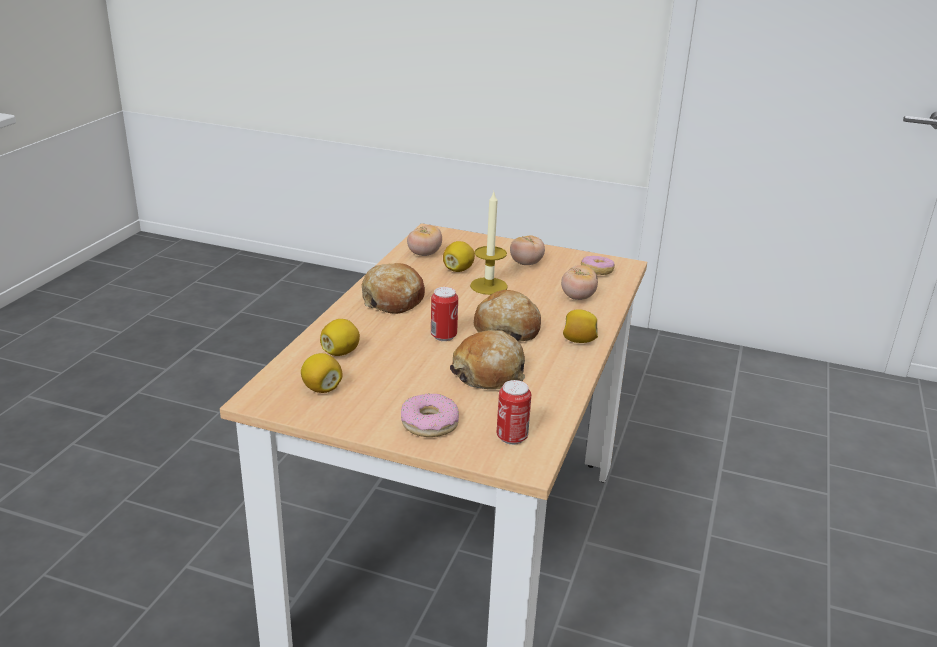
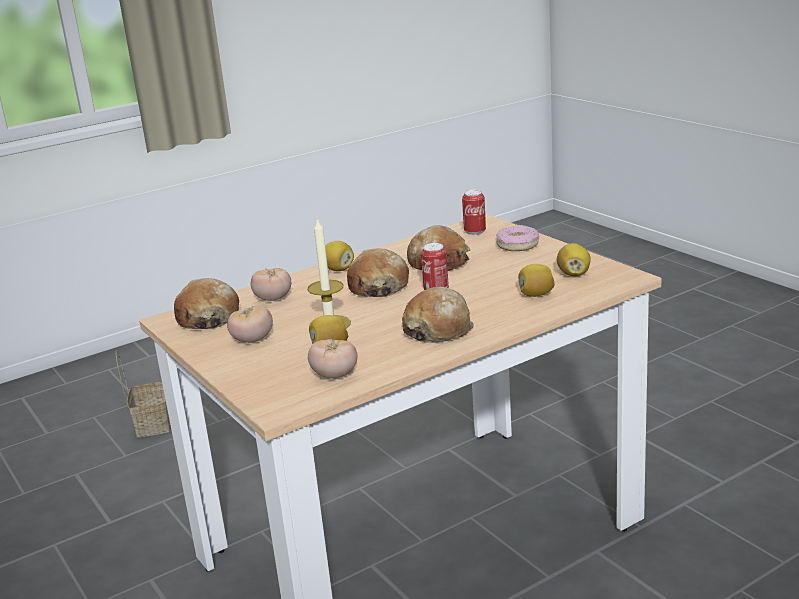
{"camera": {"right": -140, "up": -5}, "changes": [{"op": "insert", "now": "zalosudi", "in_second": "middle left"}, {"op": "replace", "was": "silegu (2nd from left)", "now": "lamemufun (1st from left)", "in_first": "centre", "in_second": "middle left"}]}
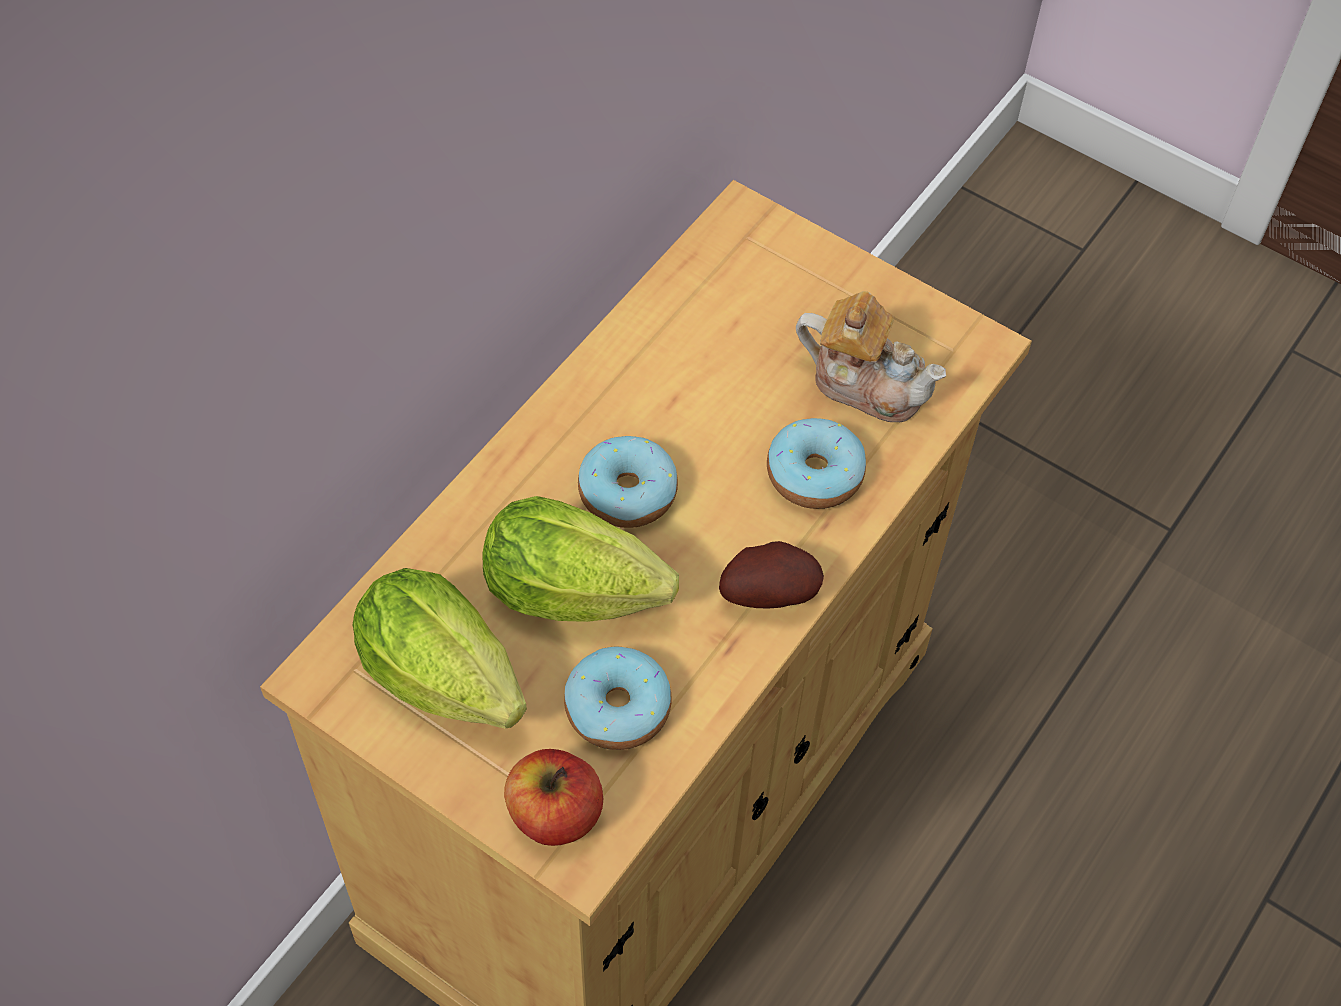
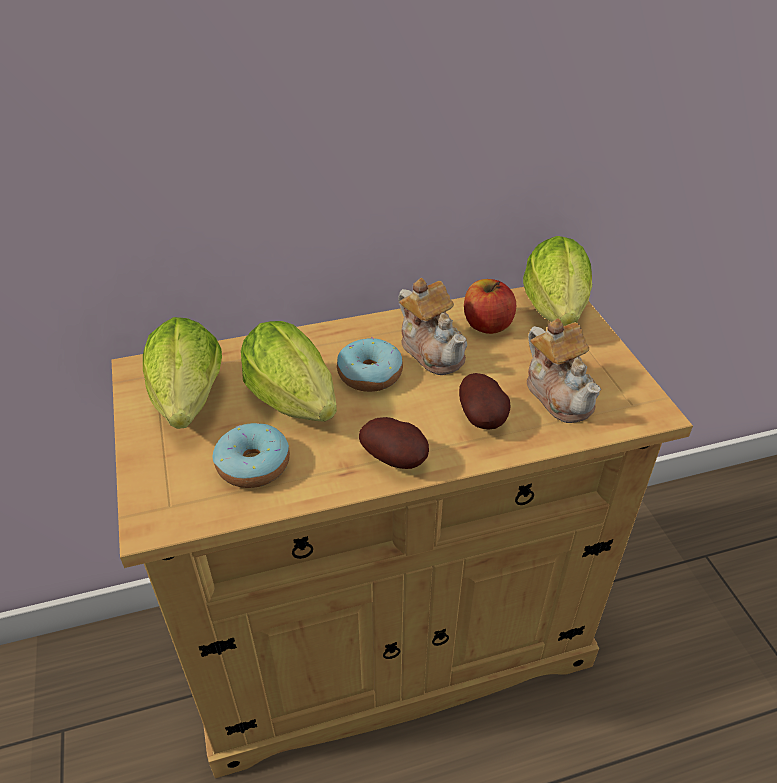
{"camera": {"right": 40, "up": -15}, "changes": [{"op": "insert", "now": "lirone (1st from left)", "in_second": "centre"}, {"op": "insert", "now": "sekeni (3rd from left)", "in_second": "middle right"}, {"op": "move", "was": "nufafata", "in_first": "bottom centre", "in_second": "centre"}, {"op": "replace", "was": "silegu (3rd from left)", "now": "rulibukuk (2nd from left)", "in_first": "centre", "in_second": "centre"}]}
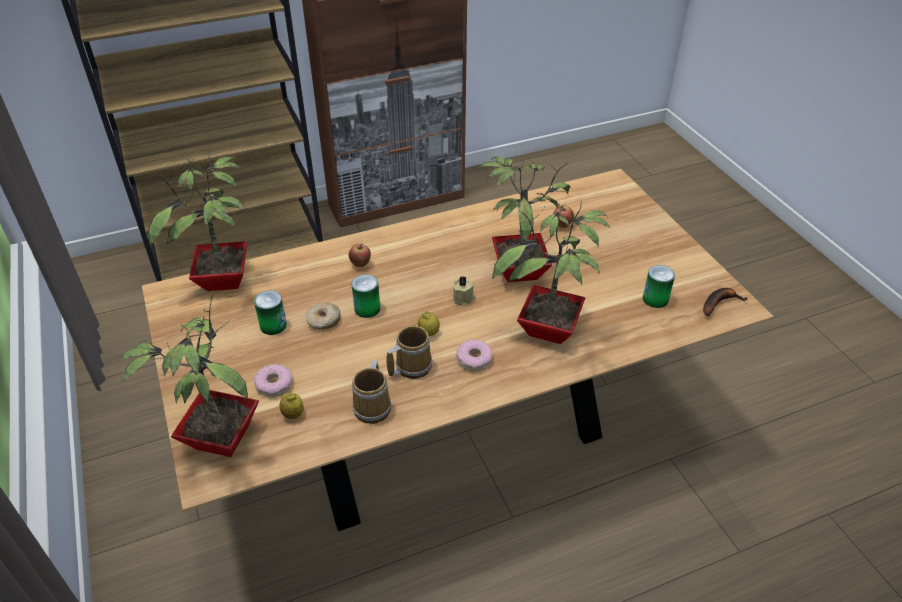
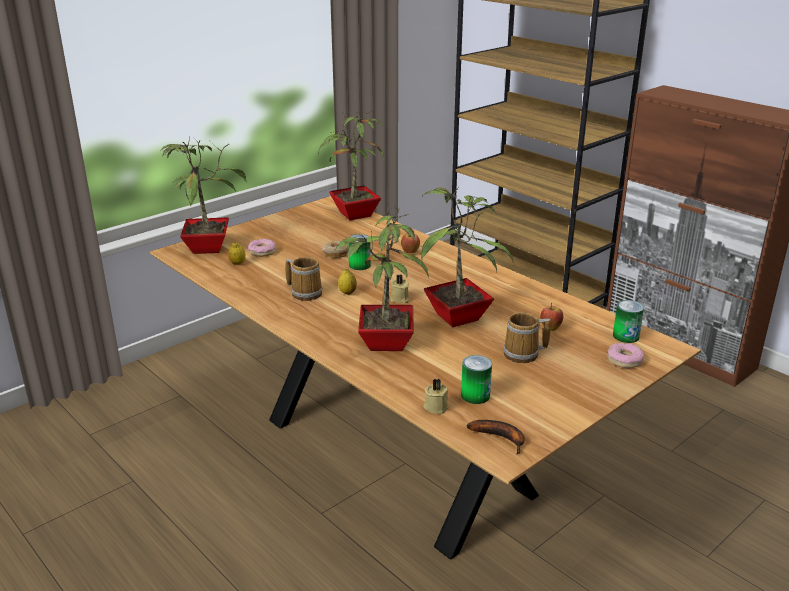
{"camera": {"right": 70, "up": -15}, "changes": [{"op": "insert", "now": "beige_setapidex (2nd from left)", "in_second": "bottom centre"}, {"op": "move", "was": "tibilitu (1st from left in the first image)", "now": "tibilitu (3rd from left)", "in_first": "middle left", "in_second": "middle right"}, {"op": "move", "was": "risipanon (1st from left in the first image)", "now": "risipanon (2nd from left)", "in_first": "centre", "in_second": "middle right"}, {"op": "move", "was": "silegu (3rd from left)", "in_first": "centre", "in_second": "middle right"}]}
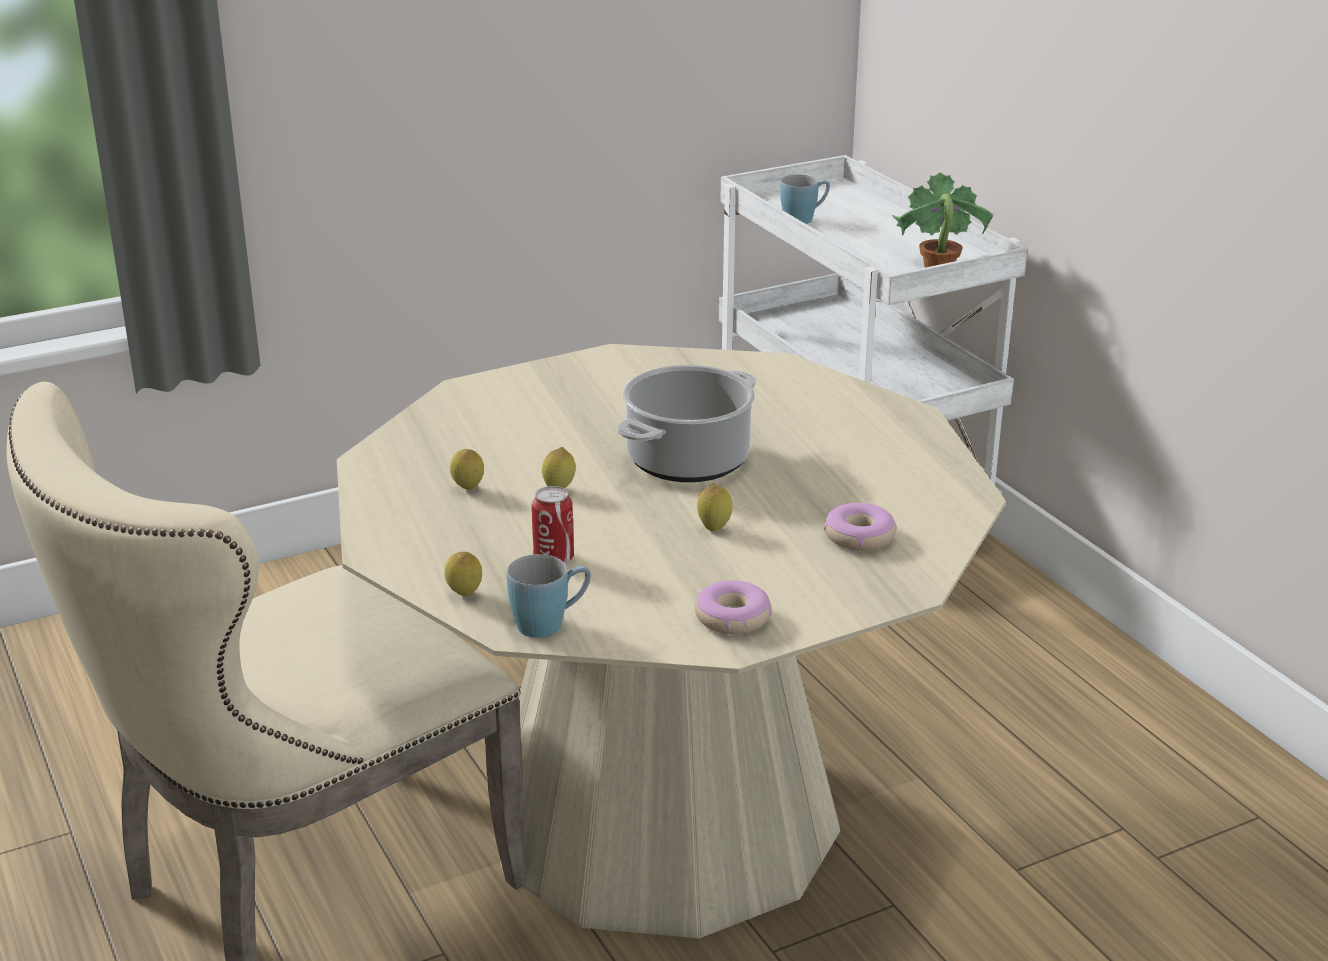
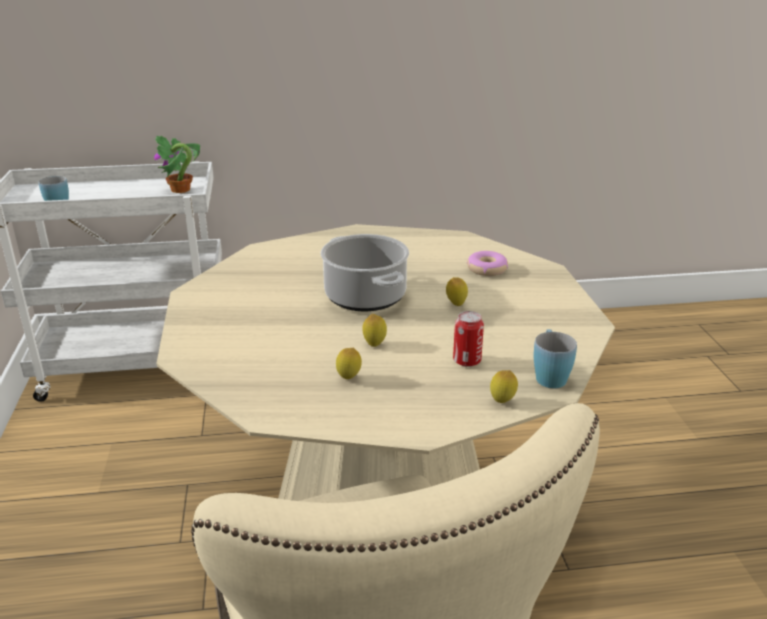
{"camera": {"right": -70, "up": 0}, "changes": [{"op": "delete", "was": "silegu (1st from left)", "in_first": "centre"}]}
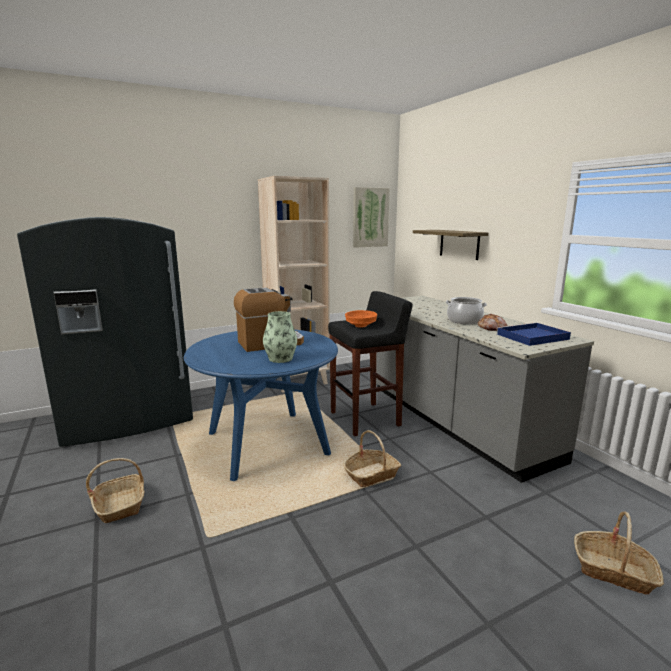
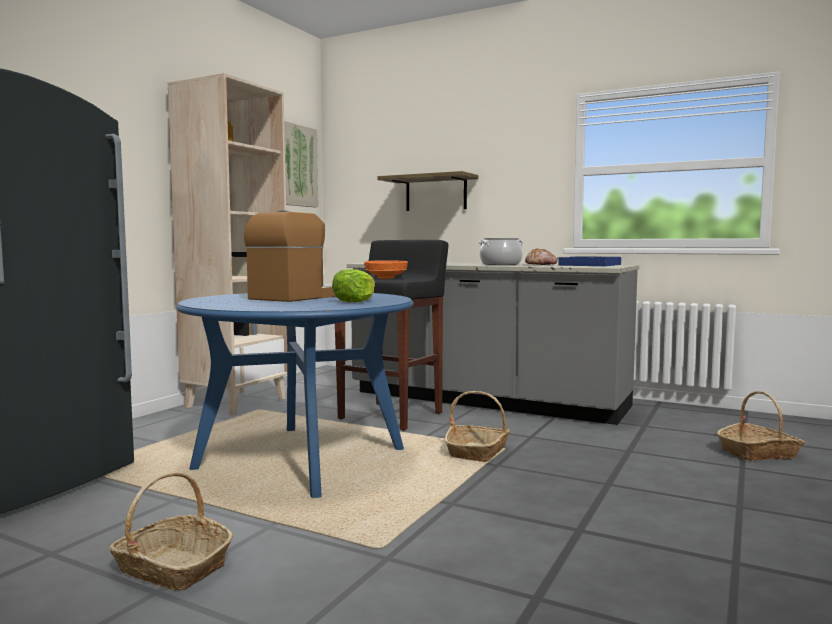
{"camera": {"right": -35, "up": -10}, "changes": [{"op": "replace", "was": "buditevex", "now": "sekeni", "in_first": "centre", "in_second": "centre"}]}
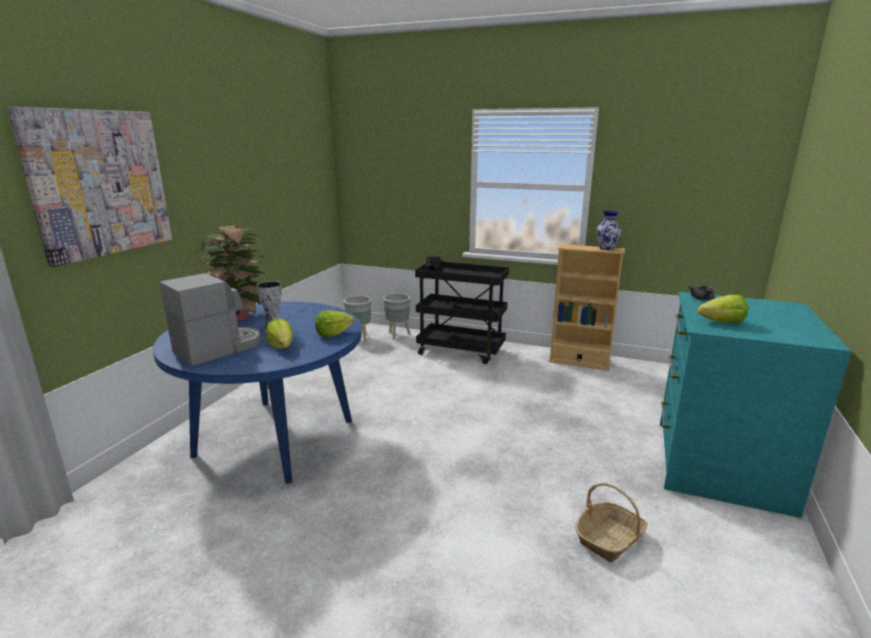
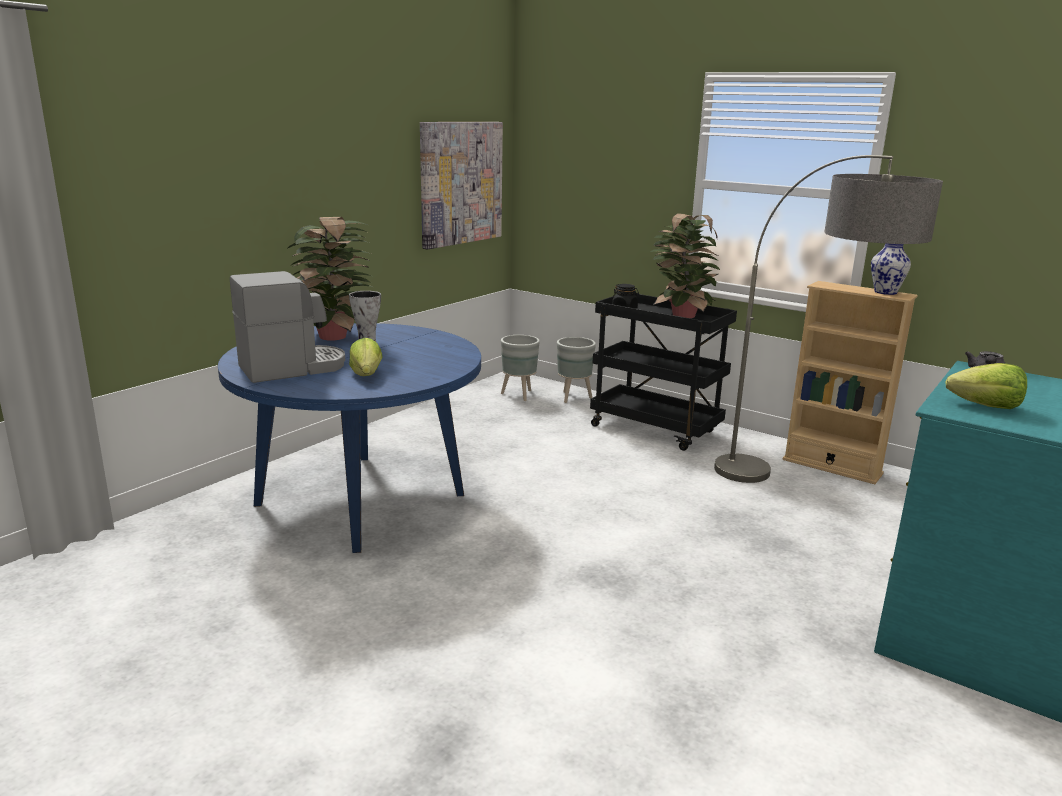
{"camera": {"right": 15, "up": 0}, "changes": [{"op": "delete", "was": "sekeni (2nd from left)", "in_first": "centre"}, {"op": "delete", "was": "zalosudi", "in_first": "bottom right"}, {"op": "insert", "now": "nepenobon (2nd from left)", "in_second": "top centre"}, {"op": "insert", "now": "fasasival", "in_second": "middle right"}, {"op": "move", "was": "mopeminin", "in_first": "top left", "in_second": "top centre"}]}
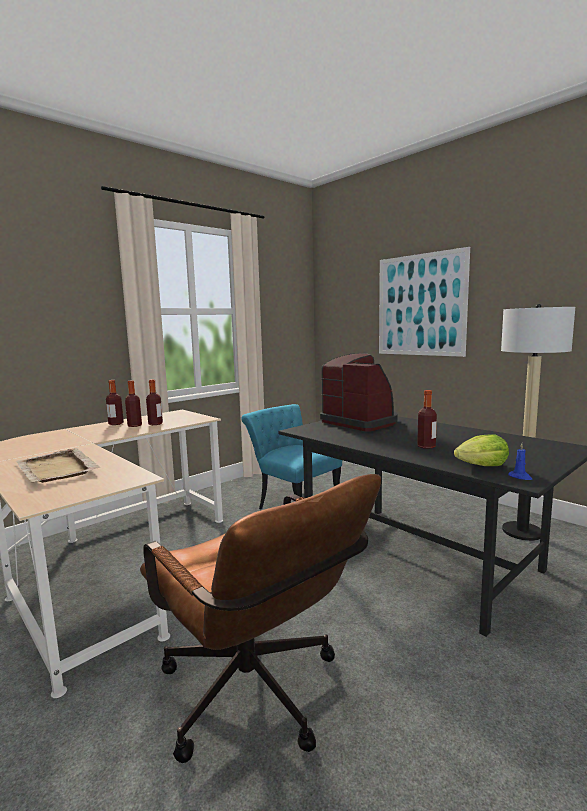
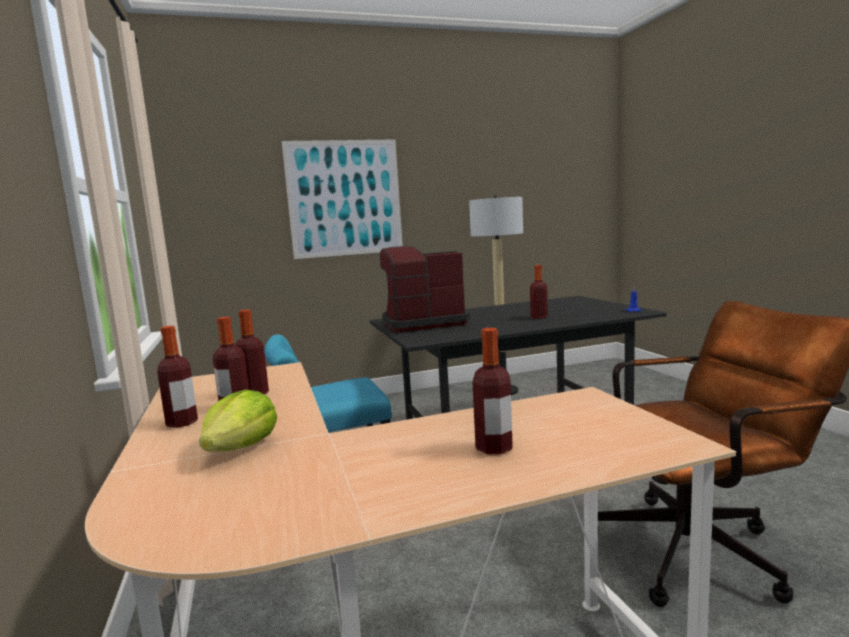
{"camera": {"right": -65, "up": 0}, "changes": [{"op": "move", "was": "sekeni", "in_first": "middle right", "in_second": "middle left"}, {"op": "replace", "was": "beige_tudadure", "now": "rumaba (4th from left)", "in_first": "middle left", "in_second": "centre"}]}
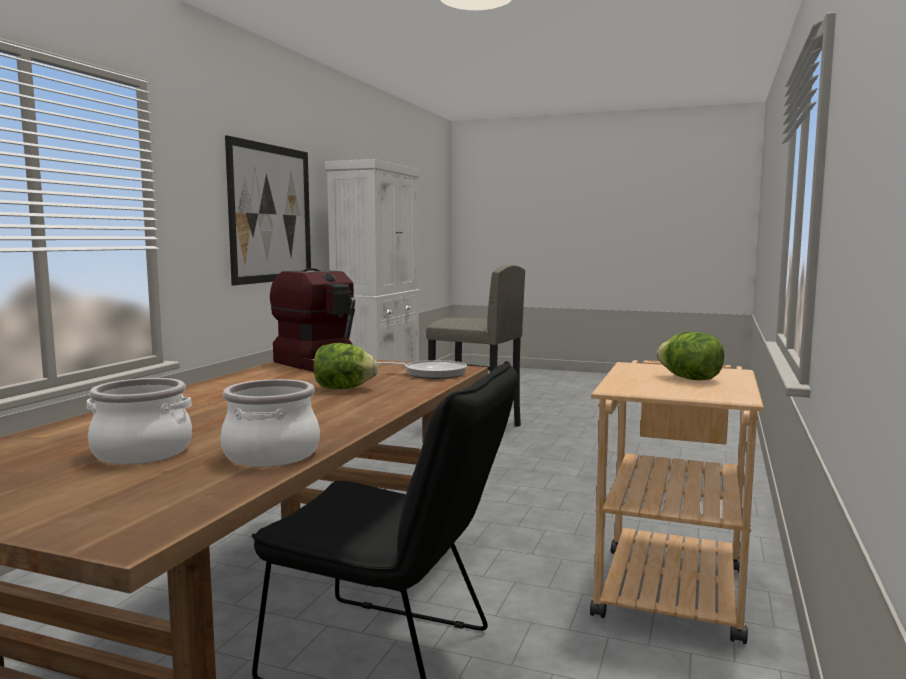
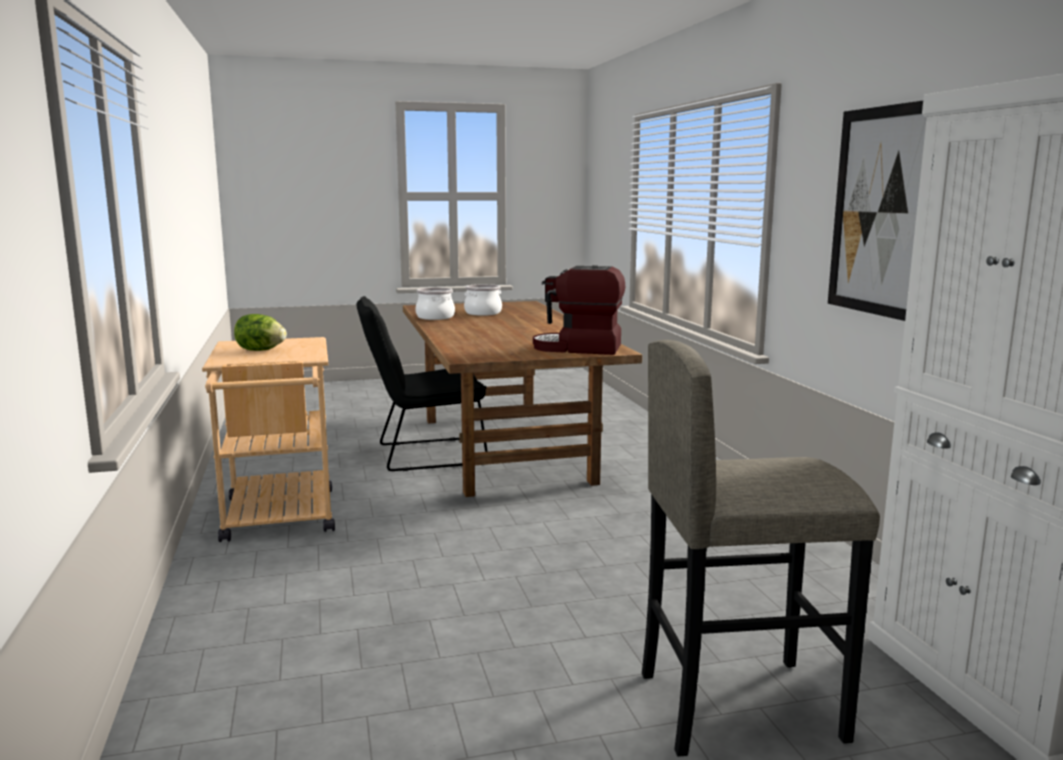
{"camera": {"right": 145, "up": 5}, "changes": [{"op": "delete", "was": "sekeni (1st from left)", "in_first": "centre"}, {"op": "delete", "was": "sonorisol", "in_first": "centre"}]}
